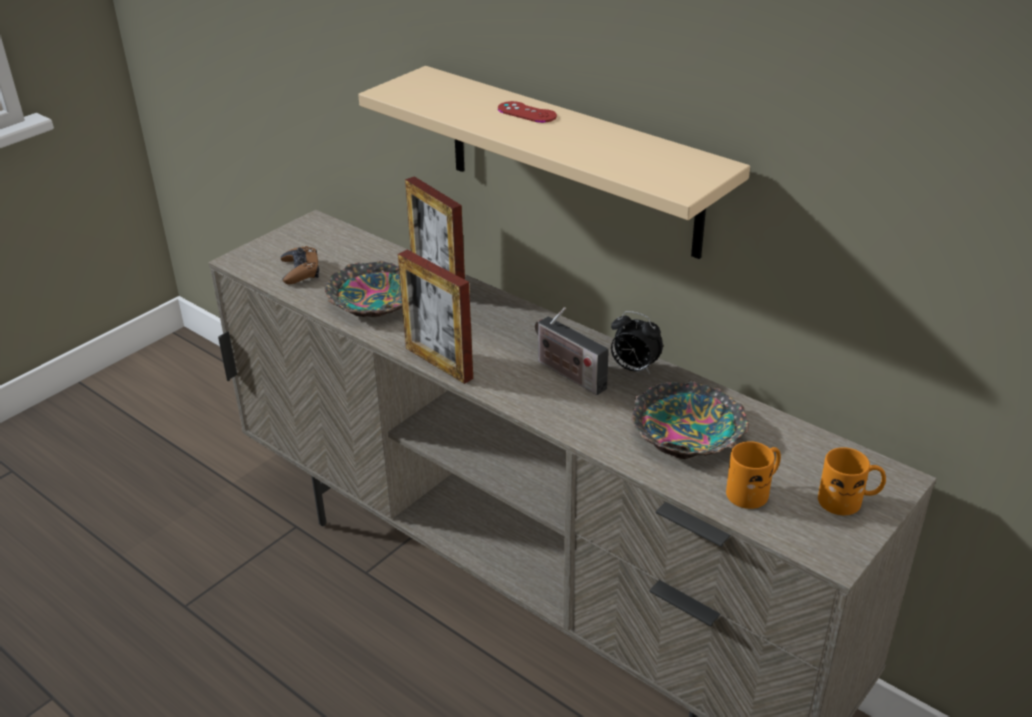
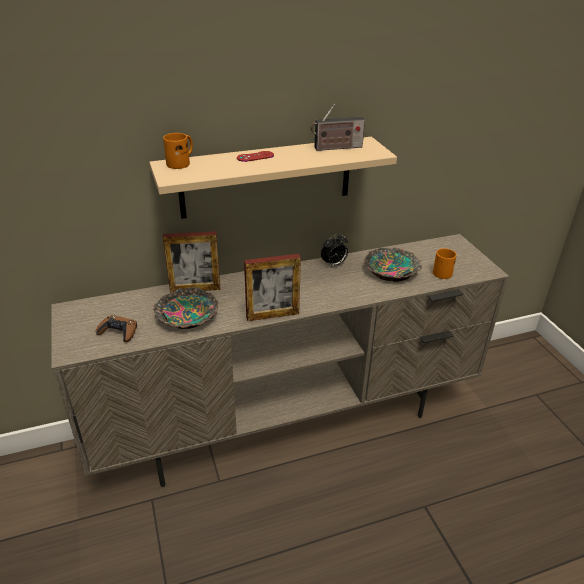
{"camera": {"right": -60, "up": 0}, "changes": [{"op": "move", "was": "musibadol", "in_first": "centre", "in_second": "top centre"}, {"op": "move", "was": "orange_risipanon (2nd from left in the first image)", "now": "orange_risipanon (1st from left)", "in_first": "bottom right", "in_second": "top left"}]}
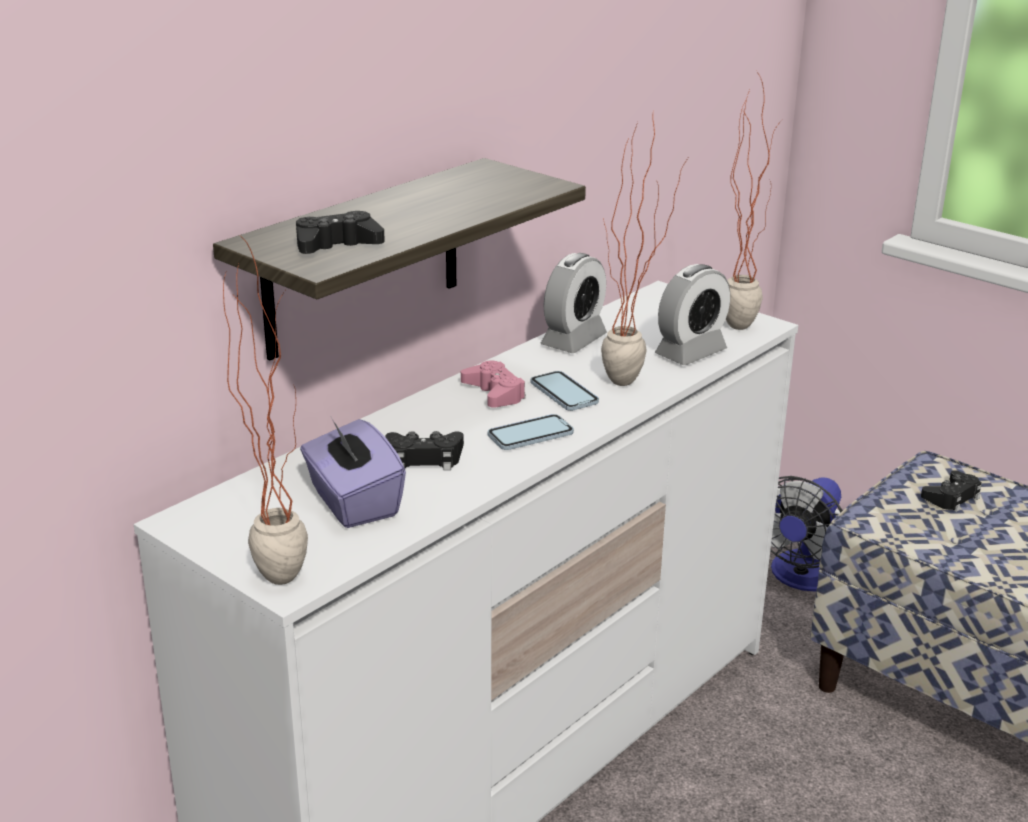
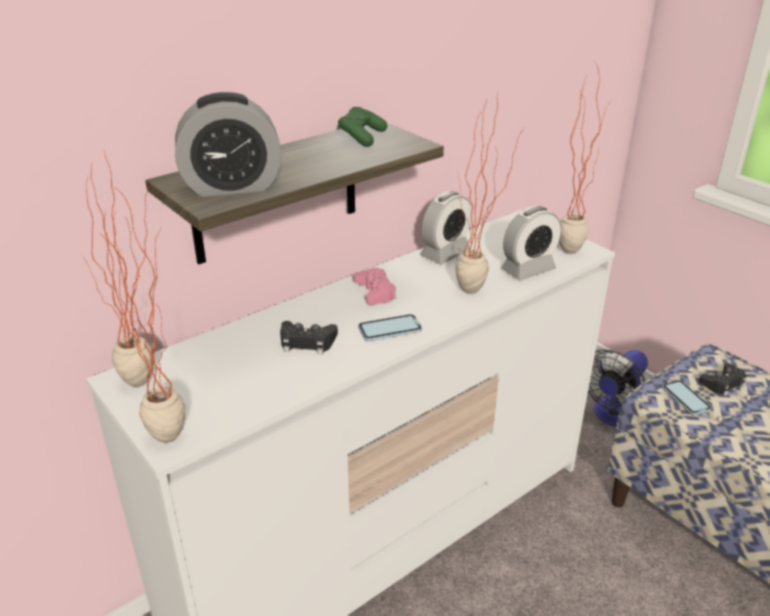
{"camera": {"right": 10, "up": 5}, "changes": [{"op": "delete", "was": "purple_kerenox", "in_first": "centre"}, {"op": "insert", "now": "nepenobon (1st from left)", "in_second": "middle left"}, {"op": "insert", "now": "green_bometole", "in_second": "top centre"}, {"op": "move", "was": "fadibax (2nd from left)", "in_first": "centre", "in_second": "middle right"}, {"op": "replace", "was": "black_bometole (1st from left)", "now": "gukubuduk (1st from left)", "in_first": "top left", "in_second": "top left"}]}
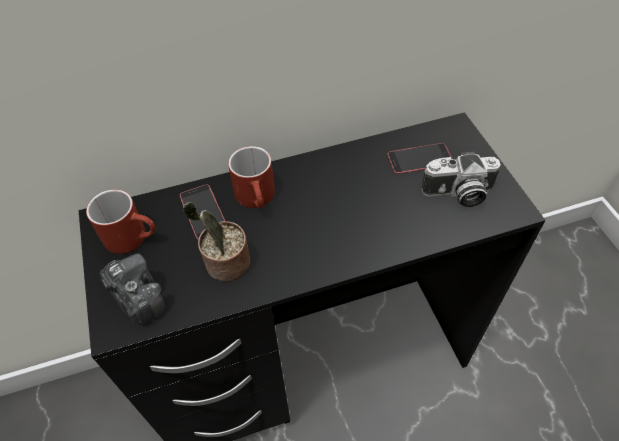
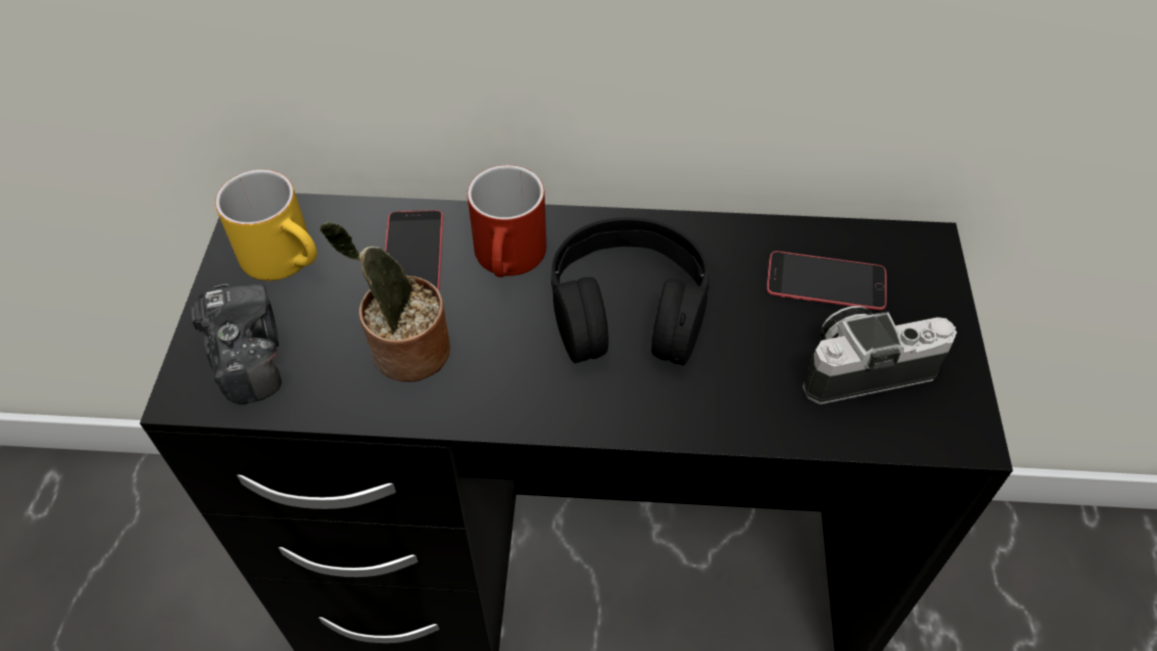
{"camera": {"right": 20, "up": 0}, "changes": [{"op": "insert", "now": "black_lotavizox", "in_second": "centre"}, {"op": "recolor", "was": "red_risipanon (1st from left)", "now": "yellow_risipanon", "in_first": "middle left", "in_second": "middle left"}, {"op": "rotate", "was": "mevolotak (2nd from left)", "in_first": "middle right", "in_second": "middle right", "clockwise": 150}]}
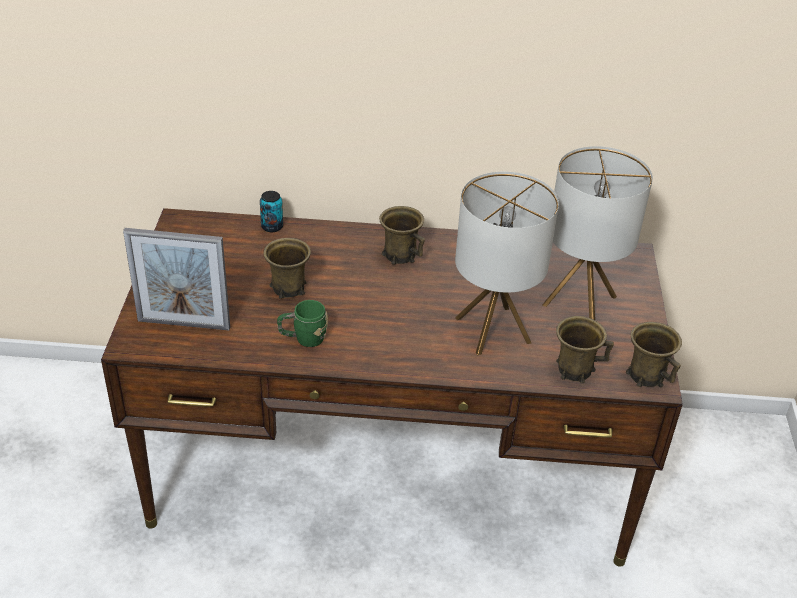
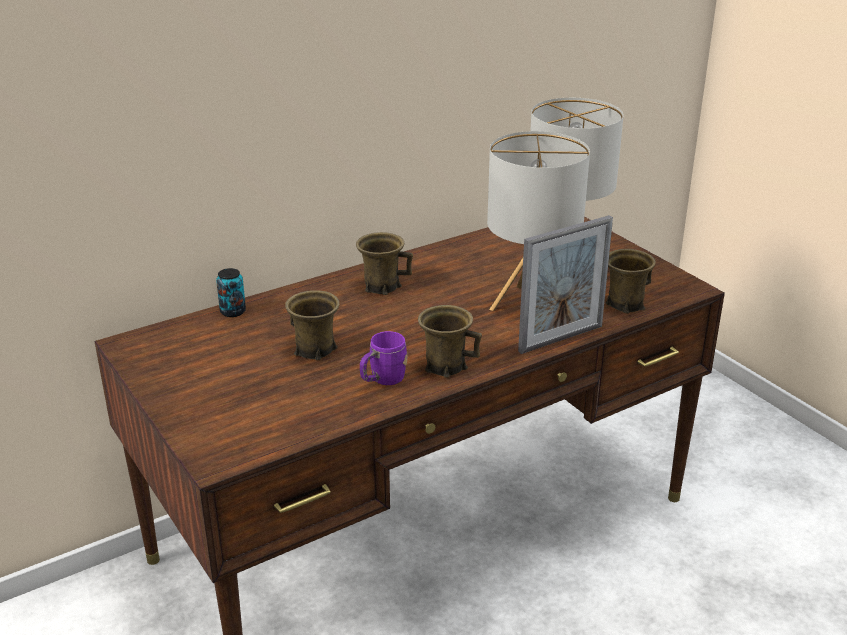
{"camera": {"right": -35, "up": -10}, "changes": [{"op": "move", "was": "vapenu", "in_first": "middle left", "in_second": "middle right"}, {"op": "move", "was": "brown_risipanon (4th from left in the first image)", "now": "brown_risipanon (3rd from left)", "in_first": "middle right", "in_second": "centre"}, {"op": "recolor", "was": "green_risipanon", "now": "purple_risipanon", "in_first": "centre", "in_second": "centre"}]}
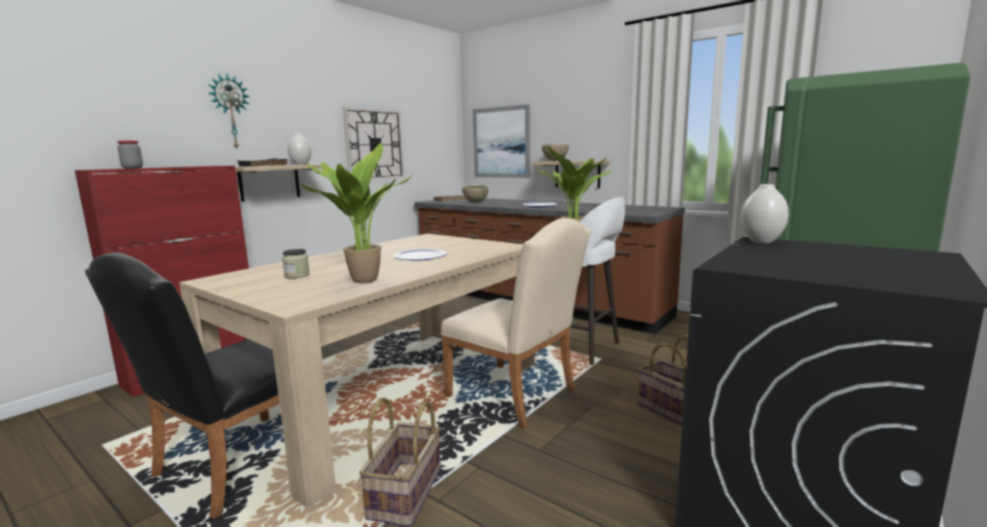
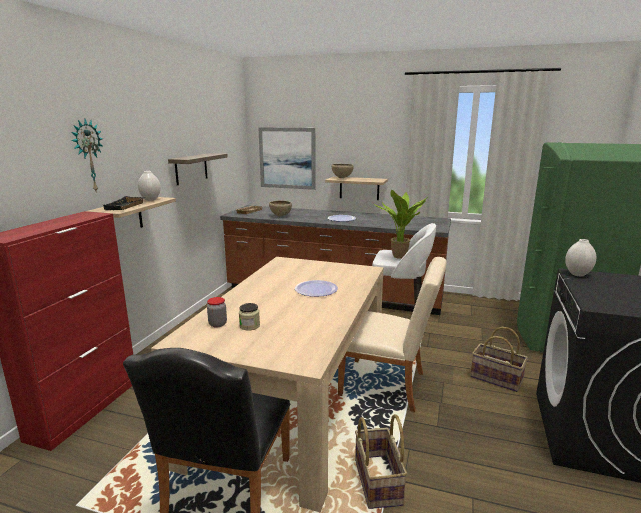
{"camera": {"right": -20, "up": 5}, "changes": [{"op": "delete", "was": "nepenobon (1st from left)", "in_first": "centre"}, {"op": "move", "was": "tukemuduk (1st from left)", "in_first": "top left", "in_second": "centre"}, {"op": "replace", "was": "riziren (2nd from left)", "now": "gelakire (2nd from left)", "in_first": "top centre", "in_second": "top left"}]}
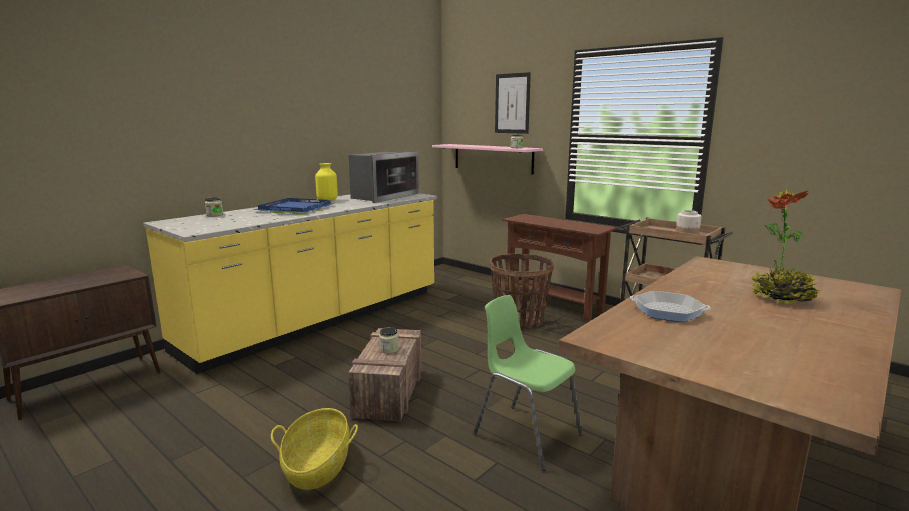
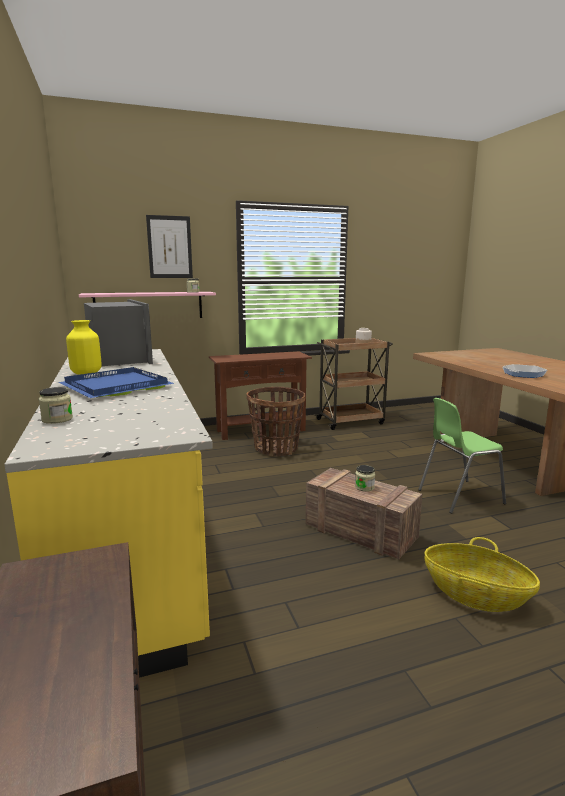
{"camera": {"right": -60, "up": 0}, "changes": [{"op": "delete", "was": "nepenobon", "in_first": "middle right"}]}
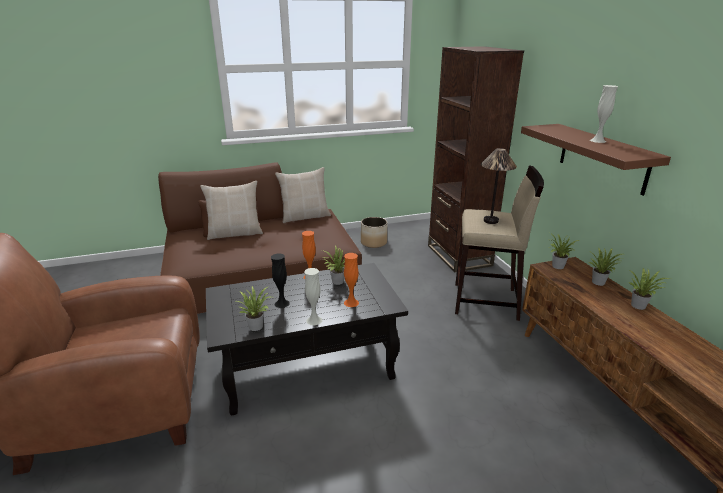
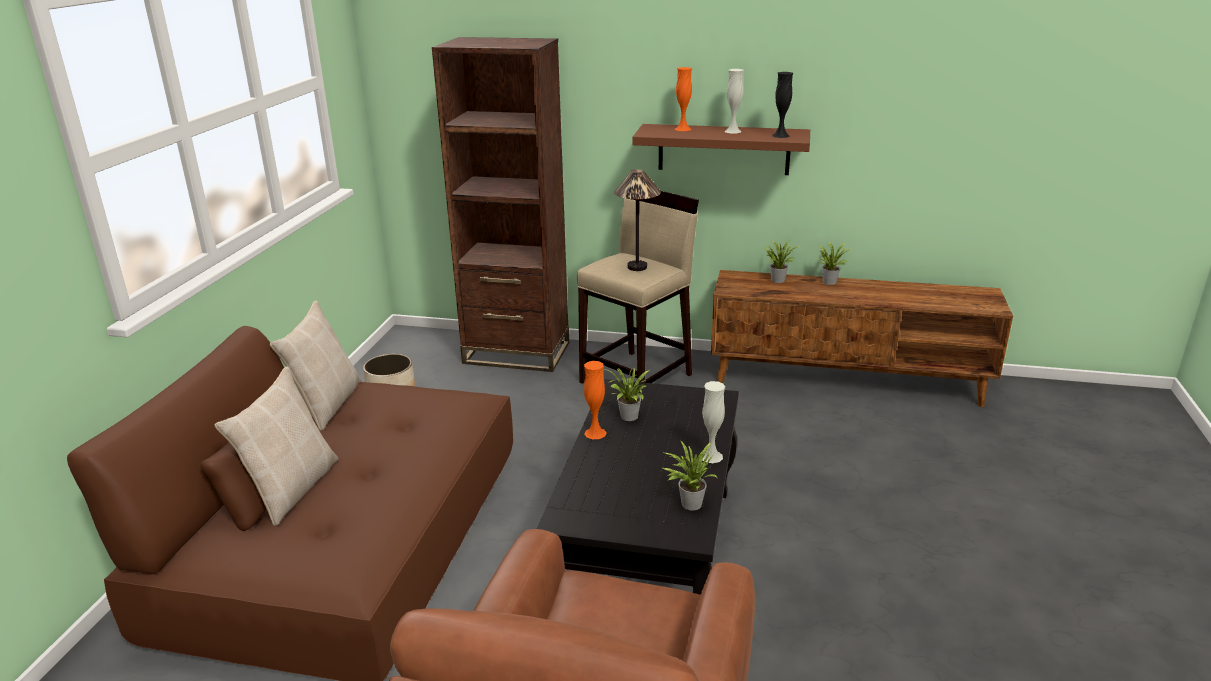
{"camera": {"right": -60, "up": 0}, "changes": [{"op": "delete", "was": "nepenobon (3rd from left)", "in_first": "middle right"}, {"op": "move", "was": "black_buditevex", "in_first": "centre", "in_second": "top centre"}, {"op": "move", "was": "orange_buditevex (2nd from left)", "in_first": "centre", "in_second": "top centre"}]}
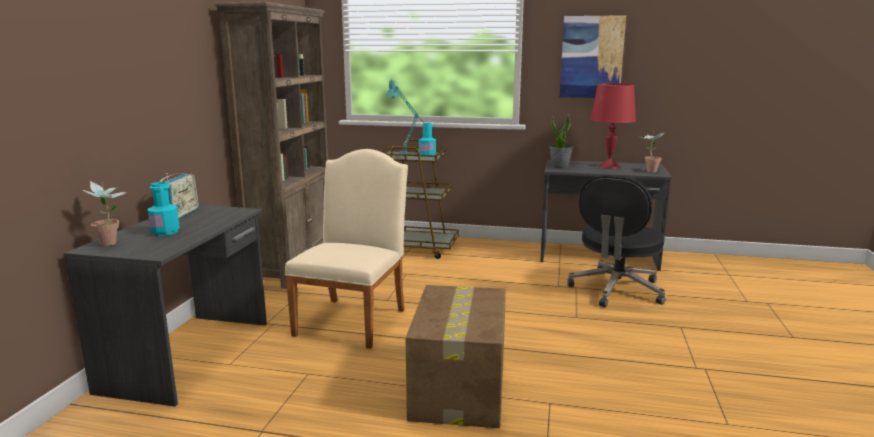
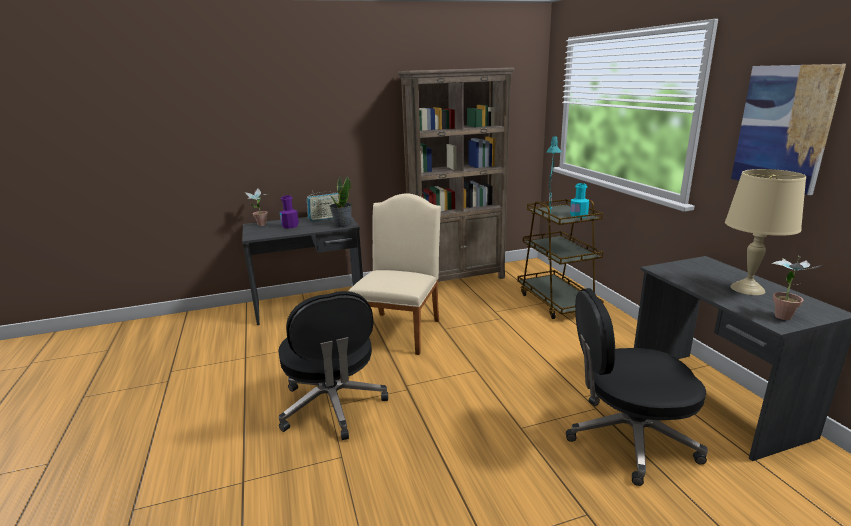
{"camera": {"right": 60, "up": 5}, "changes": [{"op": "move", "was": "nepenobon (2nd from left)", "in_first": "top centre", "in_second": "centre"}, {"op": "replace", "was": "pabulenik", "now": "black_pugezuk (1st from left)", "in_first": "bottom centre", "in_second": "bottom centre"}, {"op": "recolor", "was": "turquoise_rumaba (1st from left)", "now": "purple_rumaba", "in_first": "middle left", "in_second": "centre"}, {"op": "recolor", "was": "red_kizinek", "now": "beige_kizinek", "in_first": "top right", "in_second": "middle right"}, {"op": "rotate", "was": "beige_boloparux", "in_first": "centre", "in_second": "centre", "clockwise": -60}]}
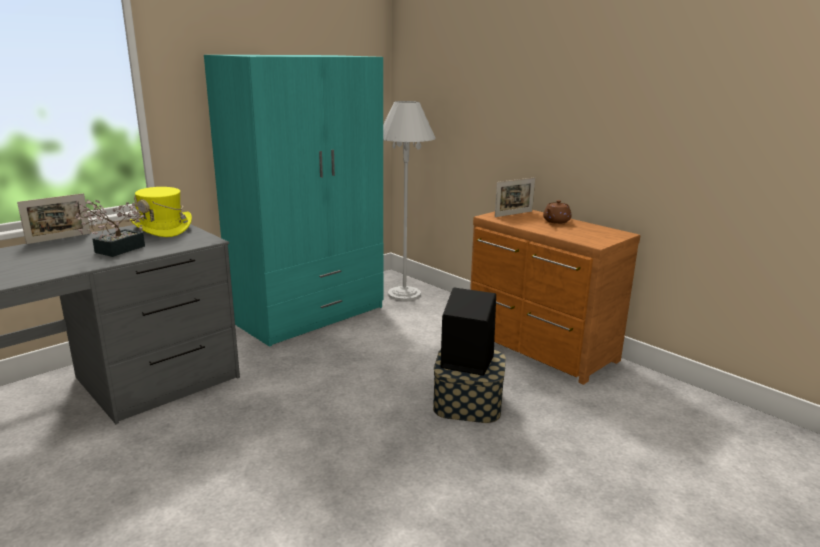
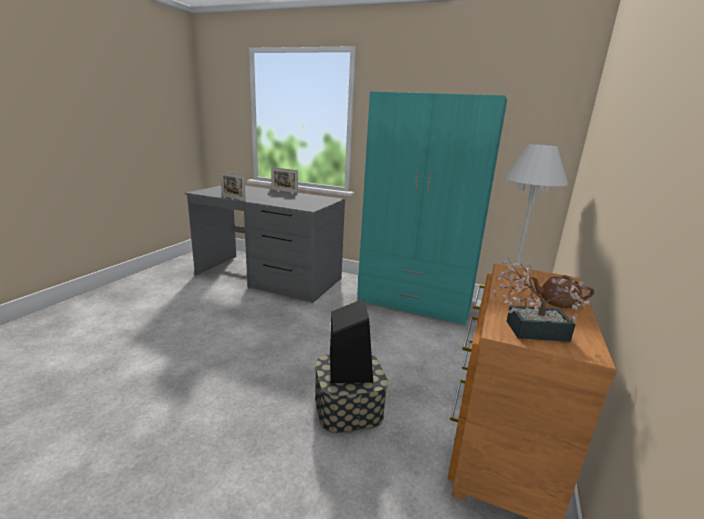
{"camera": {"right": 65, "up": 0}, "changes": [{"op": "delete", "was": "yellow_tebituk", "in_first": "middle left"}, {"op": "move", "was": "nepenobon", "in_first": "middle left", "in_second": "middle right"}, {"op": "move", "was": "vapenu (2nd from left in the first image)", "now": "vapenu (1st from left)", "in_first": "centre", "in_second": "middle left"}]}
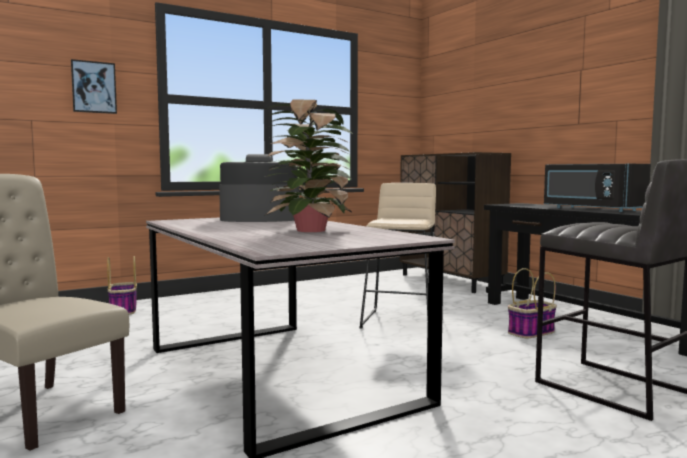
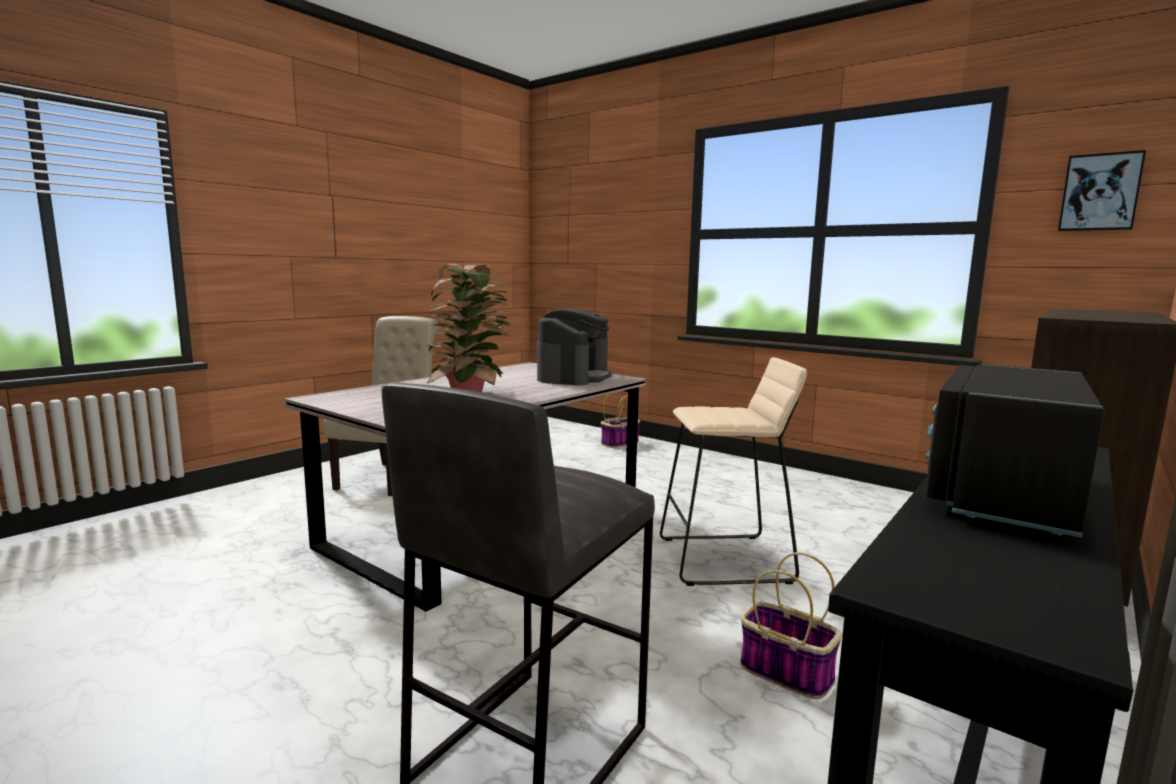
{"camera": {"right": 70, "up": 5}, "changes": [{"op": "move", "was": "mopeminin", "in_first": "top left", "in_second": "top right"}, {"op": "rotate", "was": "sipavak", "in_first": "centre", "in_second": "centre", "clockwise": 45}]}
